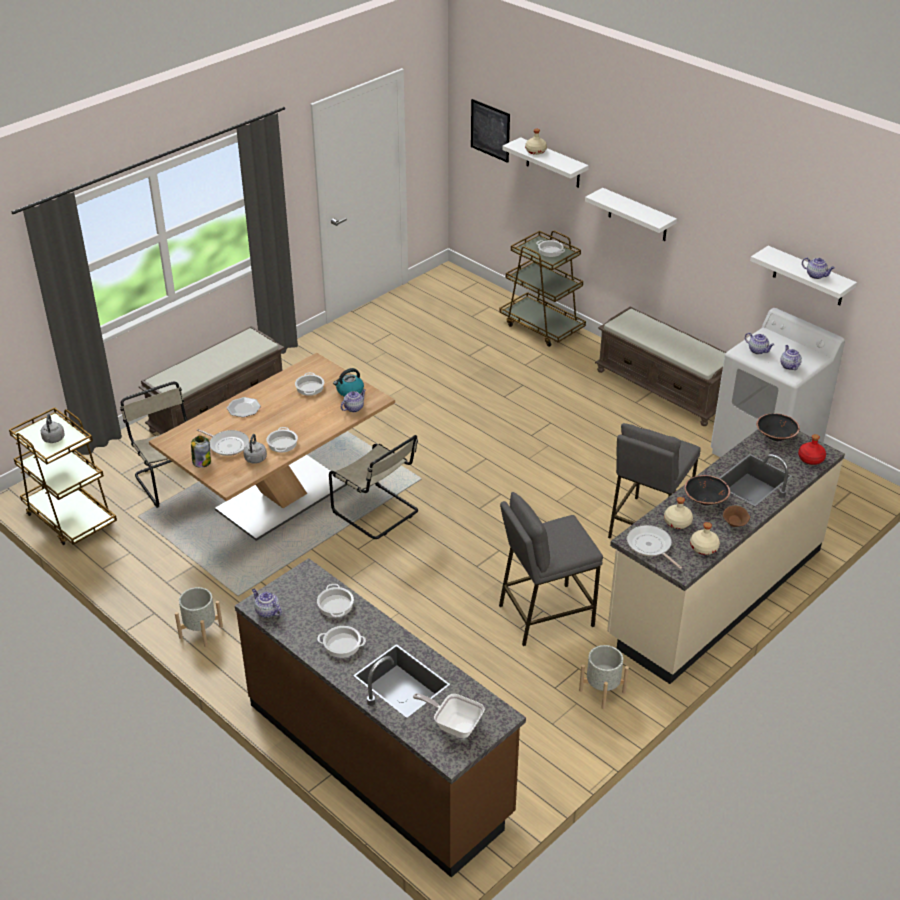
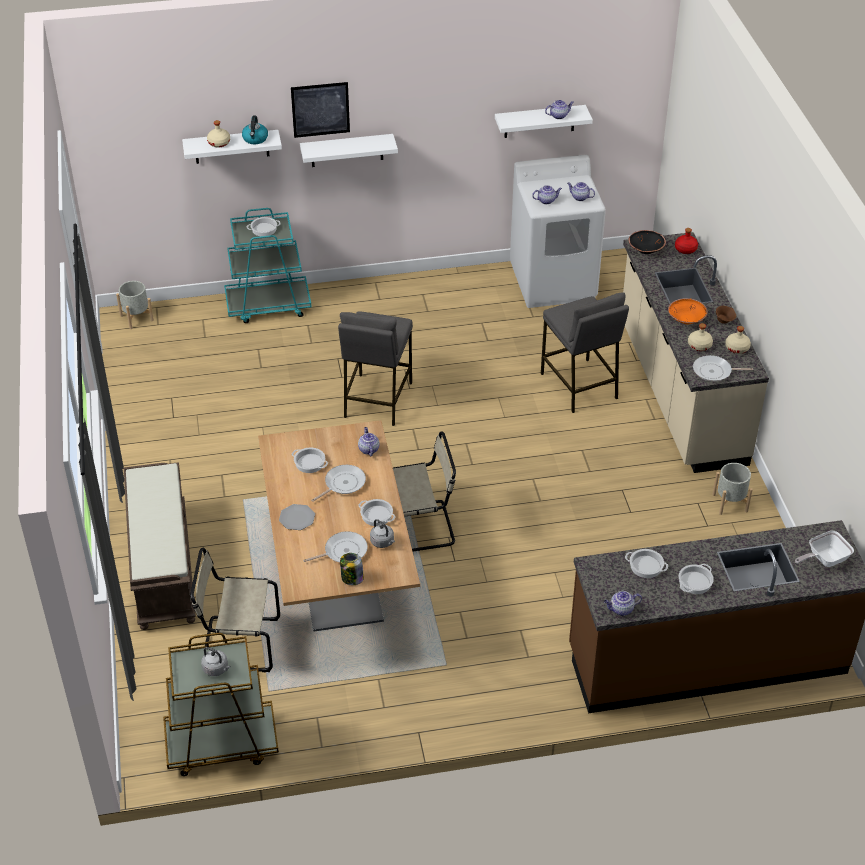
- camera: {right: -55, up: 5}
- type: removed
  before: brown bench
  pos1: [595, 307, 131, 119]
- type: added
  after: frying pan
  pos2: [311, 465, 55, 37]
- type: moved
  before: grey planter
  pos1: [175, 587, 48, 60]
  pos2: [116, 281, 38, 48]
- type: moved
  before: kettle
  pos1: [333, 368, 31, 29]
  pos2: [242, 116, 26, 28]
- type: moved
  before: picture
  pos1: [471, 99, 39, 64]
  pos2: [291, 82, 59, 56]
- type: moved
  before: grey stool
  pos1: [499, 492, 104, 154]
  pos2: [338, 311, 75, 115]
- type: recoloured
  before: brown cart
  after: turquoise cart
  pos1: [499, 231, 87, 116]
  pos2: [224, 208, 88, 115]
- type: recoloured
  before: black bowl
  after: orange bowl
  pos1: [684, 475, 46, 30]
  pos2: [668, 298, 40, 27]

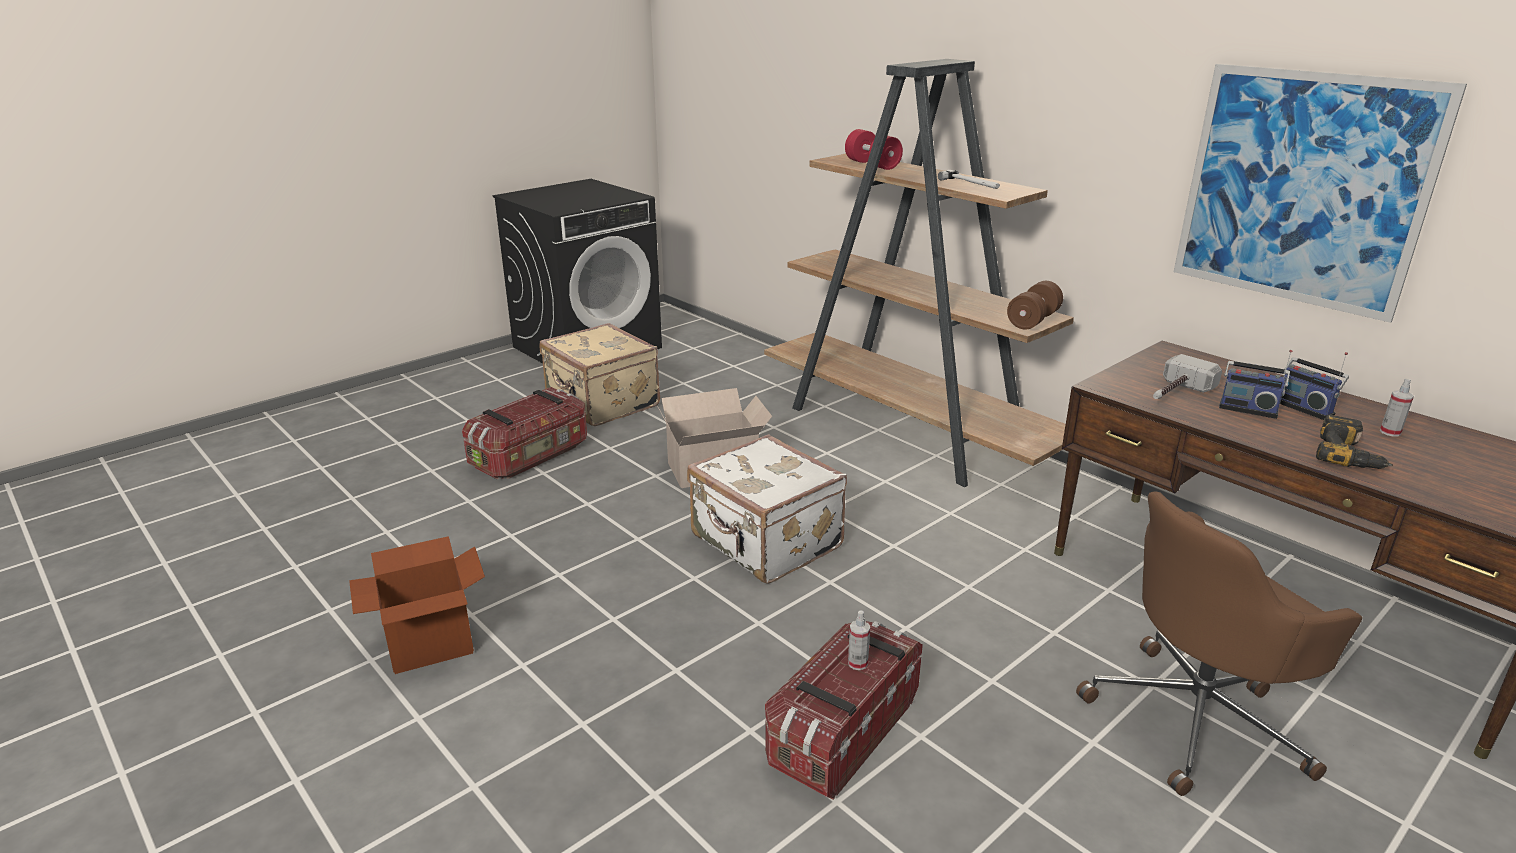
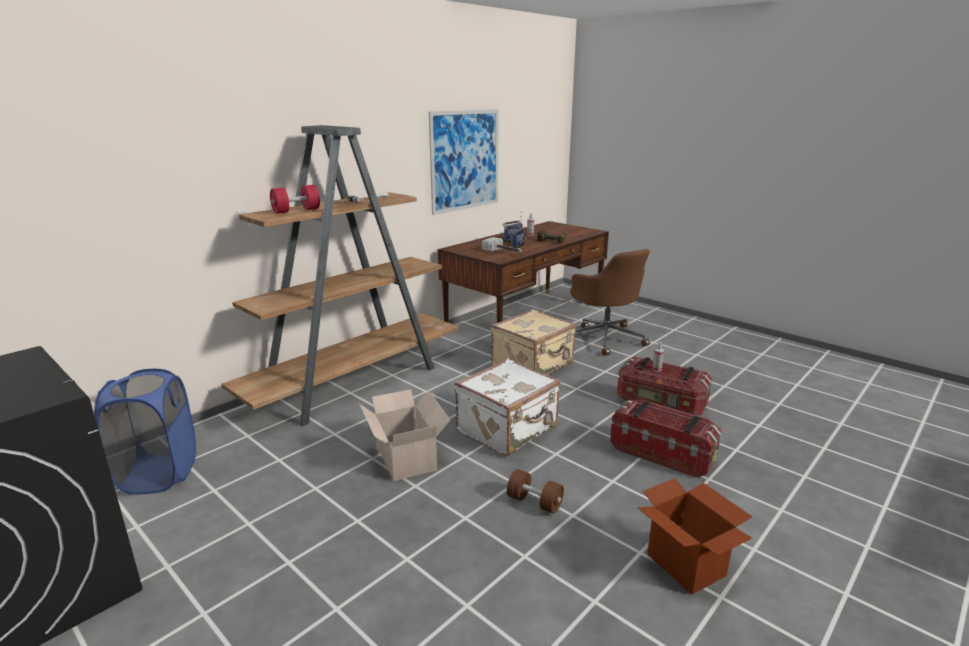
- camera: {right: -95, up: -5}
- type: added
  after: blue laundry basket
  pos2: [94, 369, 102, 125]
- type: moved
  before: storage box
  pos1: [462, 387, 125, 92]
  pos2: [610, 400, 112, 78]
- type: moved
  before: beige suitcase
  pos1: [539, 323, 121, 103]
  pos2: [491, 309, 85, 66]
- type: moved
  before: brown dumbbell
  pos1: [1007, 281, 56, 49]
  pos2: [507, 469, 57, 45]

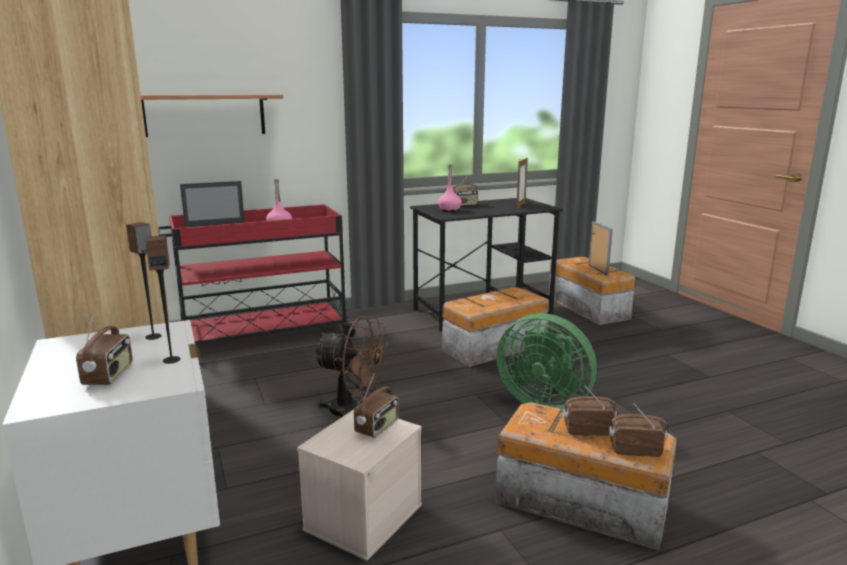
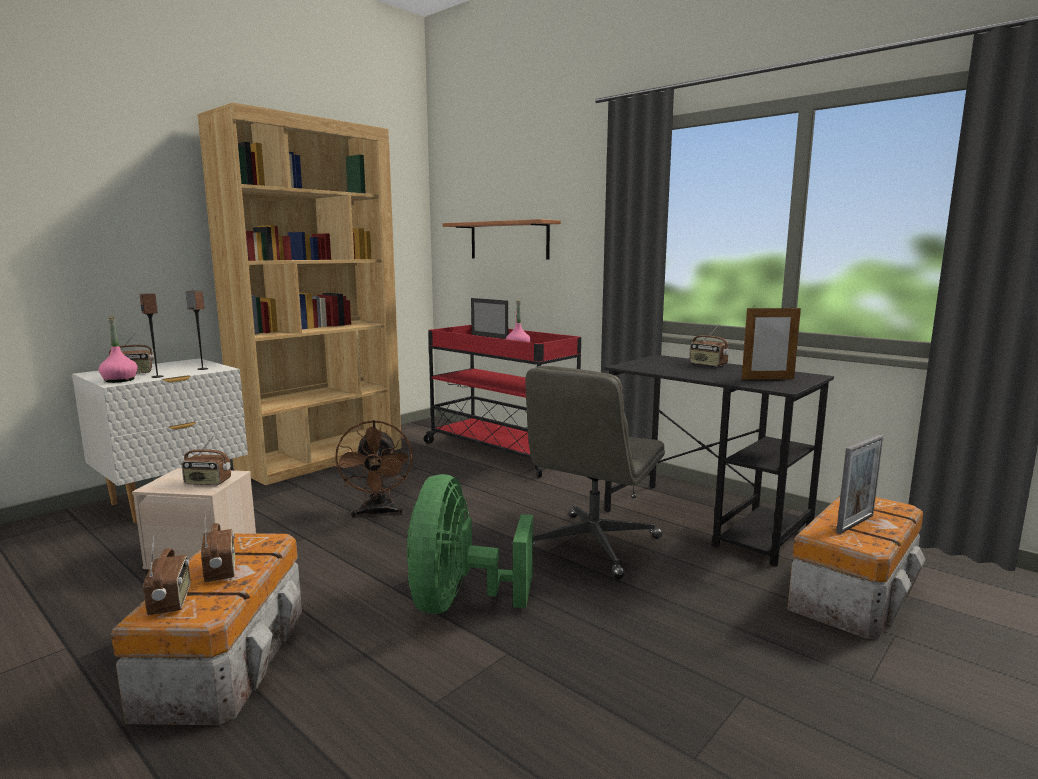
- camera: {right: 65, up: -5}
- type: moved
  before: pink bottle
  pos1: [438, 164, 24, 48]
  pos2: [99, 317, 39, 66]
- type: replaced
  before: storage box
  after: grey office chair
  pos1: [442, 287, 107, 80]
  pos2: [525, 366, 140, 213]

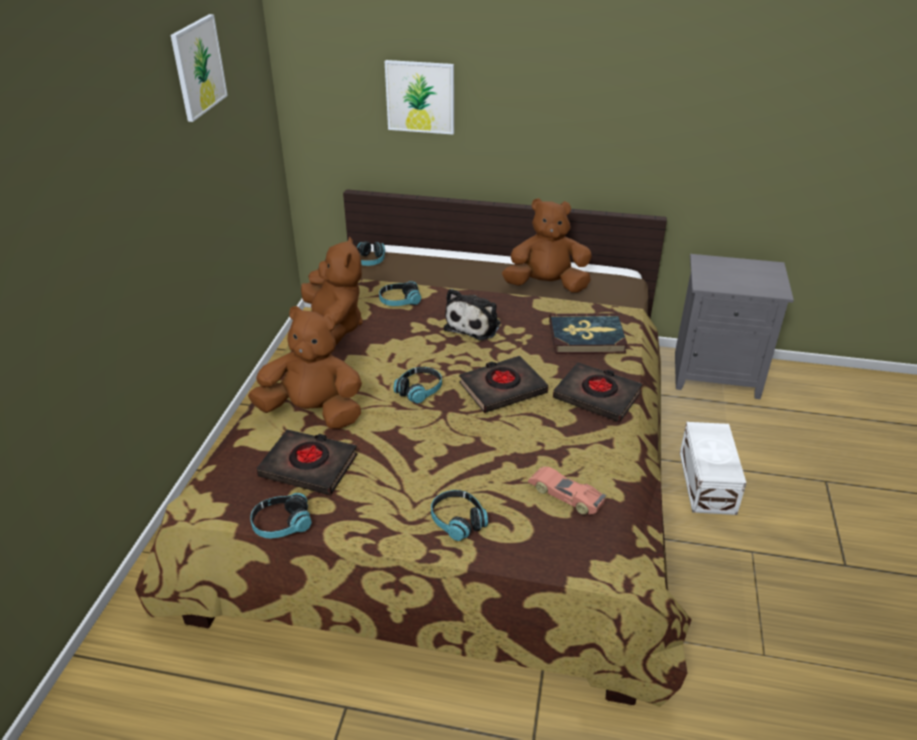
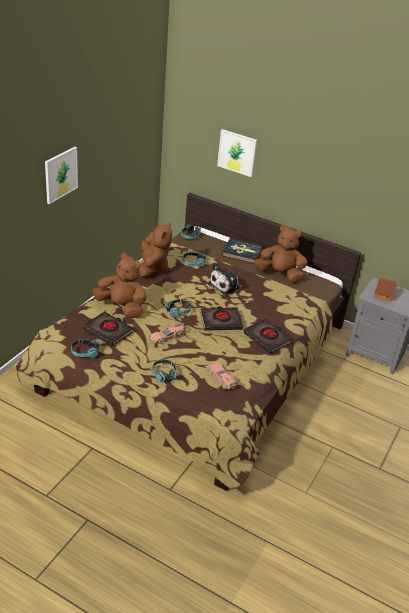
- camera: {right: 15, up: 0}
- type: removed
  before: white storage box
  pos1: [680, 422, 66, 93]
- type: added
  after: toy car
  pos2: [149, 323, 36, 22]
- type: added
  after: toy house
  pos2: [374, 277, 23, 25]
- type: moved
  before: picture
  pos1: [171, 14, 57, 108]
  pos2: [45, 147, 33, 57]
- type: moved
  before: book
  pos1: [549, 313, 79, 41]
  pos2: [222, 238, 41, 26]

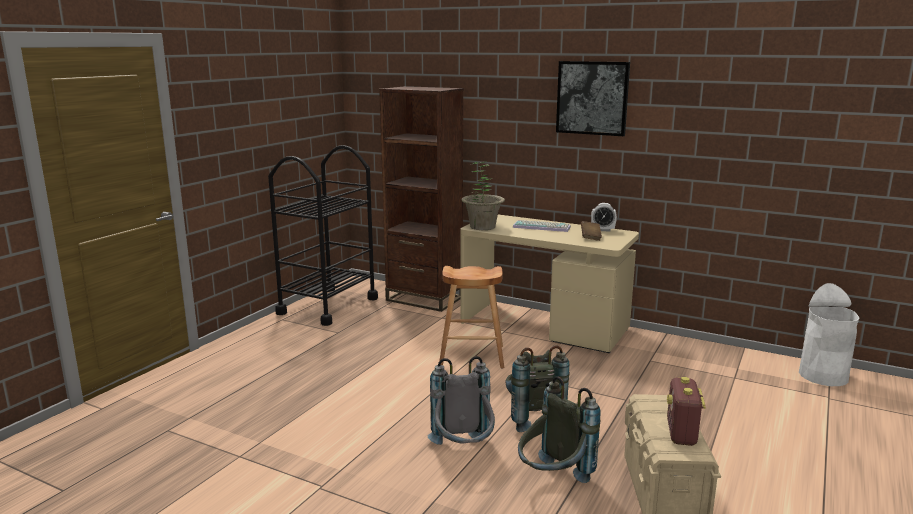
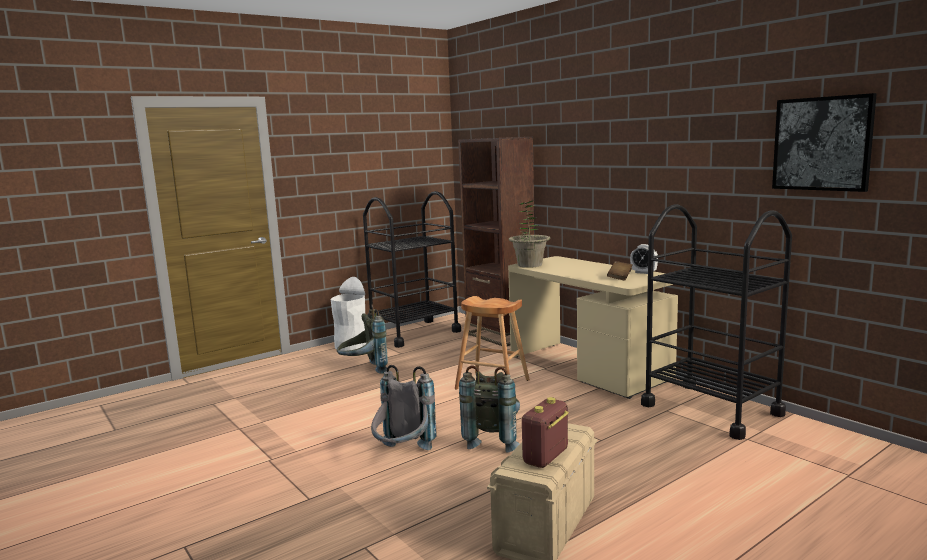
- camera: {right: 25, up: -5}
- type: removed
  before: keyboard
  pos1: [513, 220, 58, 12]
- type: added
  after: black cart
  pos2: [641, 204, 151, 236]
- type: moved
  before: grey backpack
  pos1: [518, 376, 83, 107]
  pos2: [337, 305, 51, 69]
- type: moved
  before: picture
  pos1: [556, 61, 74, 75]
  pos2: [772, 93, 105, 99]
- type: moved
  before: white trash can
  pos1: [799, 283, 60, 103]
  pos2: [331, 277, 35, 74]

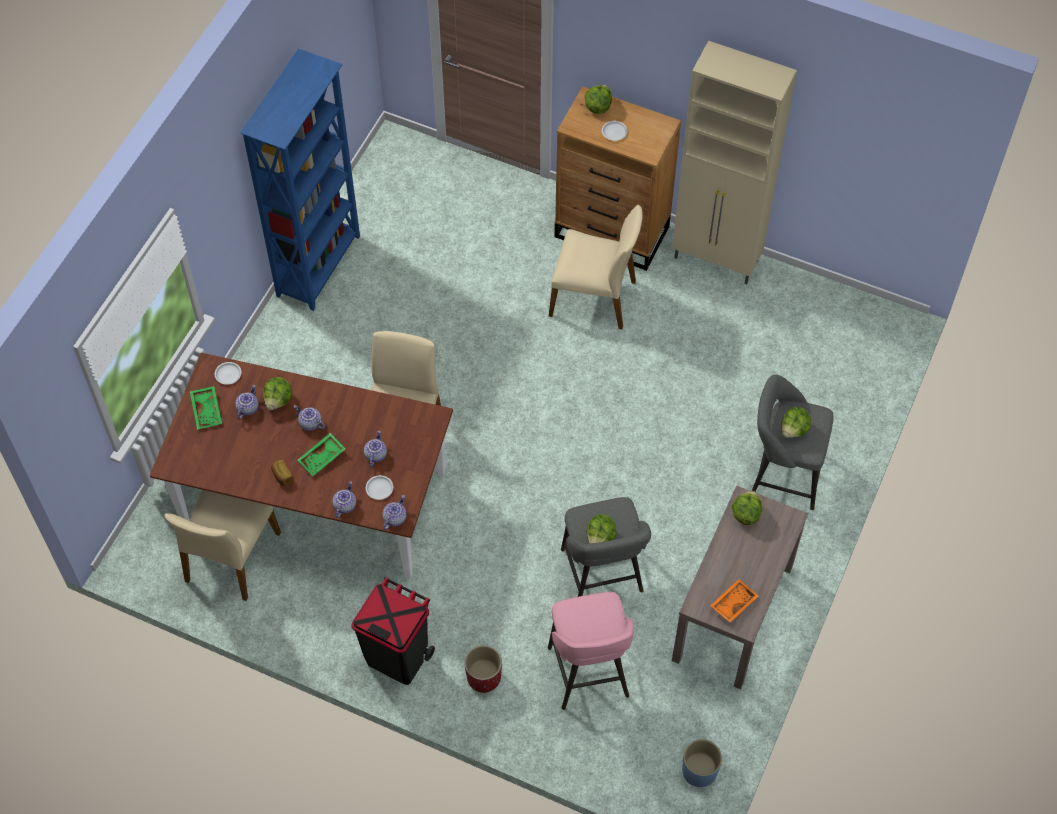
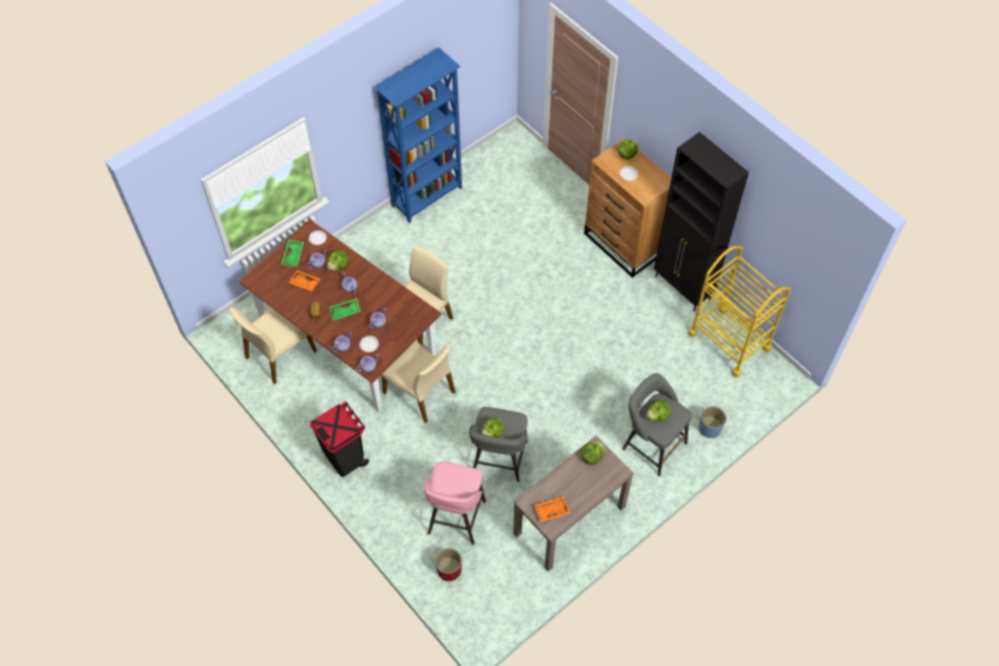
- camera: {right: 25, up: 0}
- type: added
  after: orange tray
  pos2: [288, 270, 32, 21]
- type: added
  after: yellow cart
  pos2: [688, 246, 103, 132]
- type: moved
  before: red planter
  pos1: [464, 645, 38, 48]
  pos2: [435, 548, 27, 33]
- type: moved
  before: beige chair
  pos1: [549, 205, 94, 124]
  pos2: [381, 341, 75, 82]
- type: moved
  before: blue planter
  pos1: [682, 739, 40, 48]
  pos2: [699, 406, 27, 32]
- type: recoloured
  before: beige cabinet
  after: black cabinet
  pos1: [672, 41, 125, 243]
  pos2: [654, 132, 95, 180]

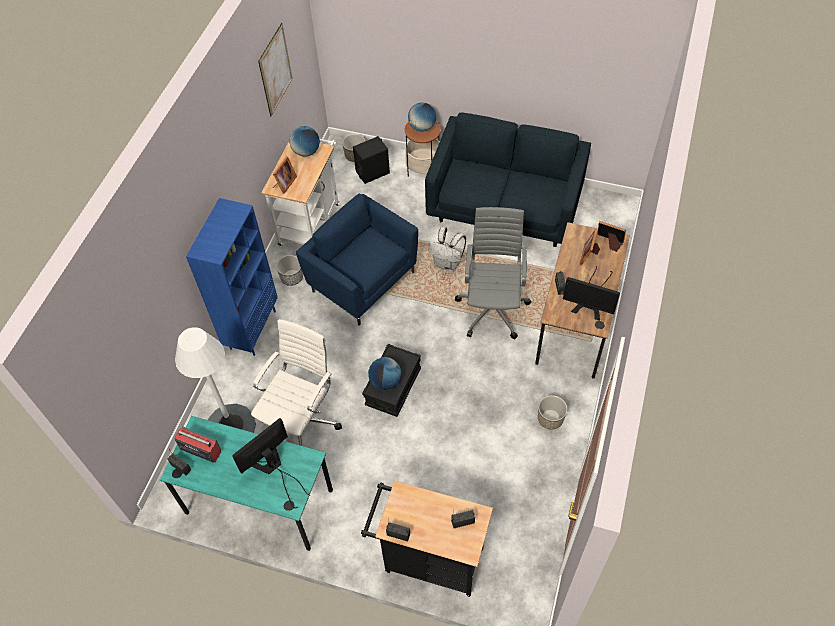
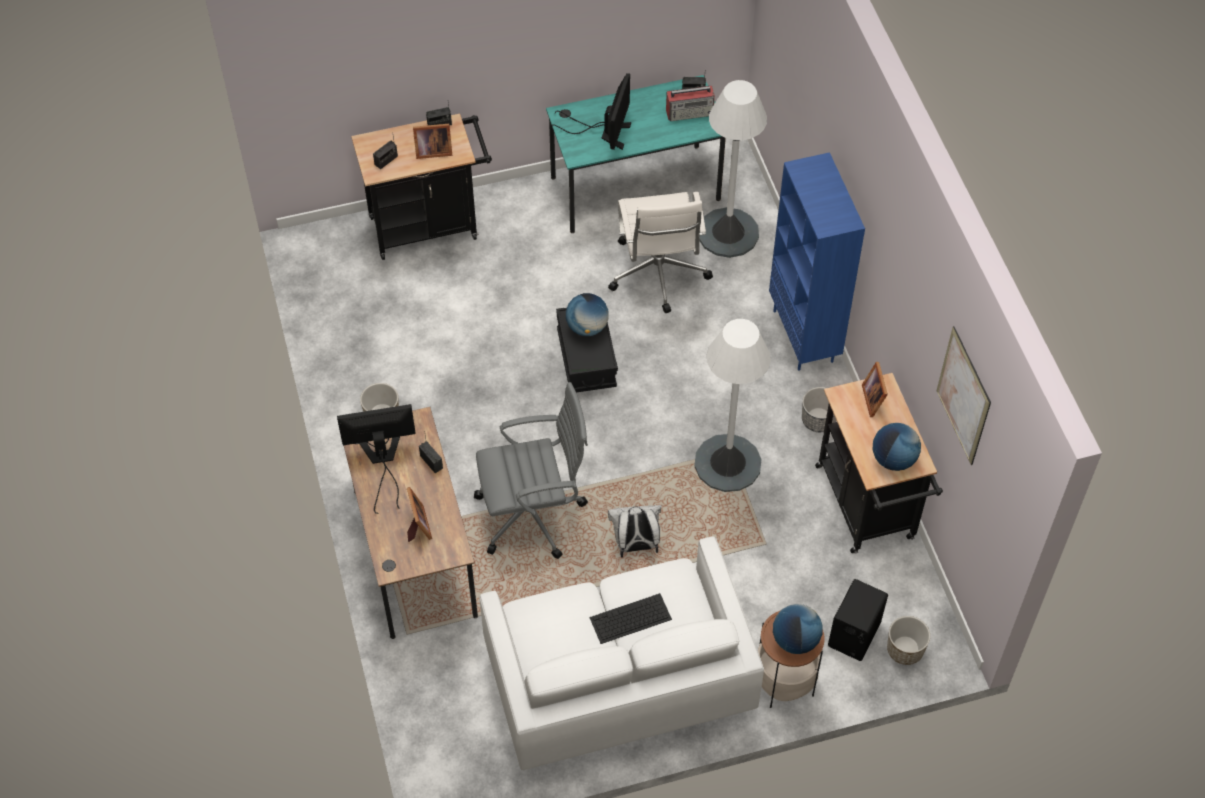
- camera: {right: 145, up: 0}
- type: added
  after: keyboard
  pos2: [589, 593, 83, 51]
- type: moved
  before: picture frame
  pos1: [597, 221, 29, 31]
  pos2: [413, 124, 40, 35]
- type: replaced
  before: blue armchair
  after: white floor lamp
  pos1: [296, 193, 122, 133]
  pos2: [694, 319, 77, 173]
- type: recoloured
  before: white cart
  after: black cart
  pos1: [262, 139, 78, 108]
  pos2: [815, 373, 128, 181]
- type: recoloured
  before: blue sofa
  after: white sofa
  pos1: [425, 113, 166, 134]
  pos2: [479, 536, 285, 234]
- type: turned
  before: grey office chair
  pos1: [455, 207, 77, 132]
  pos2: [474, 382, 114, 177]
  turn: -75

